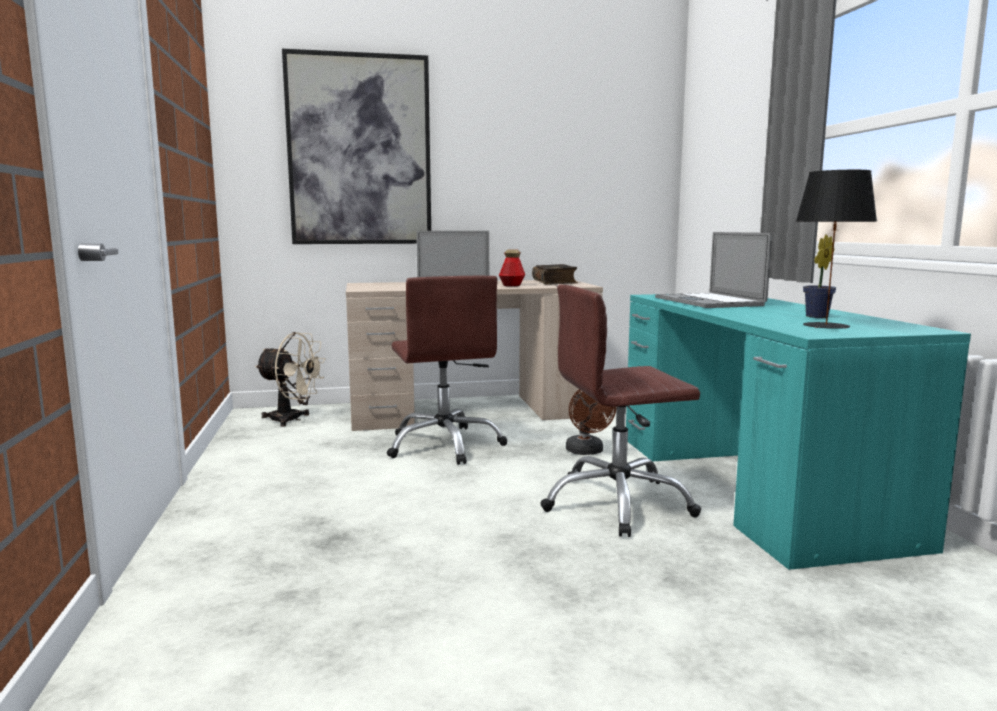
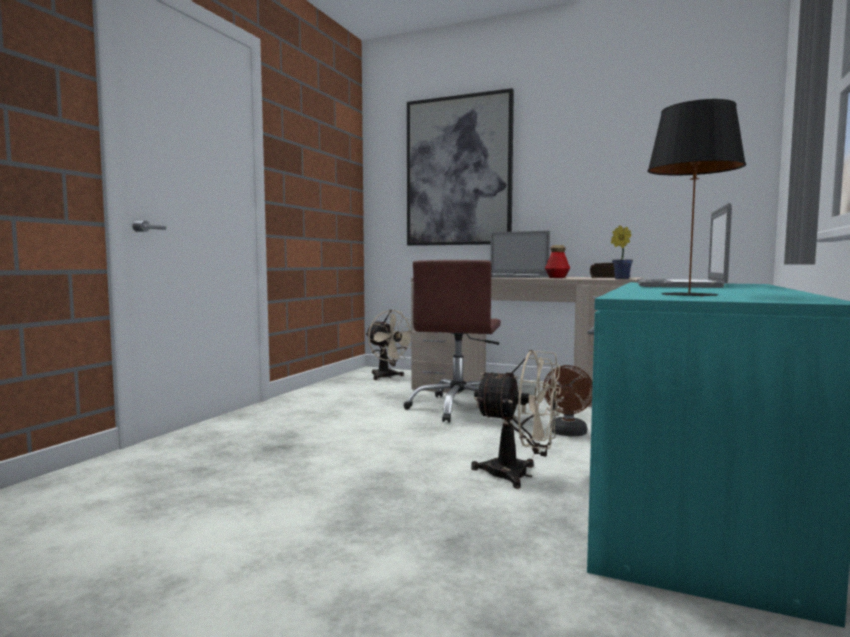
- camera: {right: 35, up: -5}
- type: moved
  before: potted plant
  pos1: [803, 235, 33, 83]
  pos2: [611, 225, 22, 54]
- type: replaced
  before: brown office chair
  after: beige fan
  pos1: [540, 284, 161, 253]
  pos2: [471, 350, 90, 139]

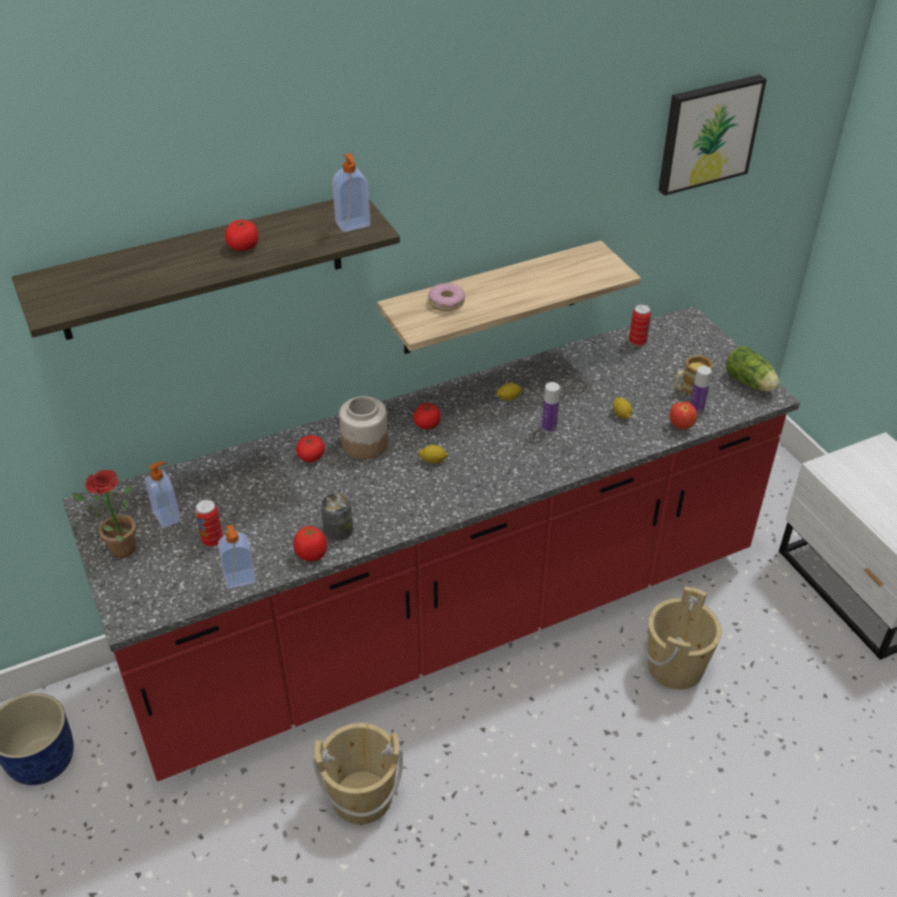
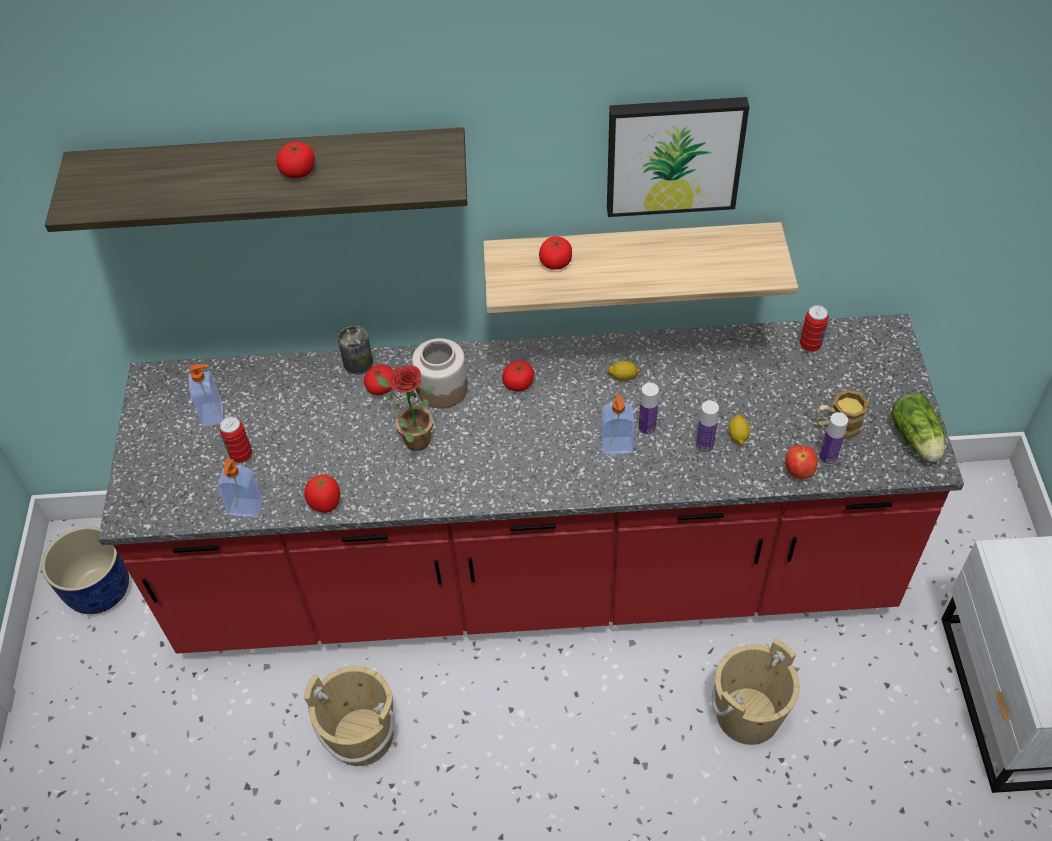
- camera: {right: 25, up: 10}
- type: removed
  before: lemon
  pos1: [418, 445, 31, 18]
- type: added
  after: bottle
  pos2: [696, 401, 23, 52]
- type: moved
  before: potted plant
  pos1: [71, 470, 65, 88]
  pos2: [377, 365, 57, 86]
- type: moved
  before: can
  pos1: [321, 492, 32, 49]
  pos2: [337, 326, 36, 49]
- type: moved
  before: soap dispenser
  pos1: [332, 153, 39, 79]
  pos2: [601, 395, 34, 59]
- type: moved
  before: picture
  pos1: [658, 75, 109, 121]
  pos2: [607, 97, 142, 120]
- type: replaced
  before: donut
  after: tomato
  pos1: [428, 283, 37, 28]
  pos2: [539, 236, 33, 34]

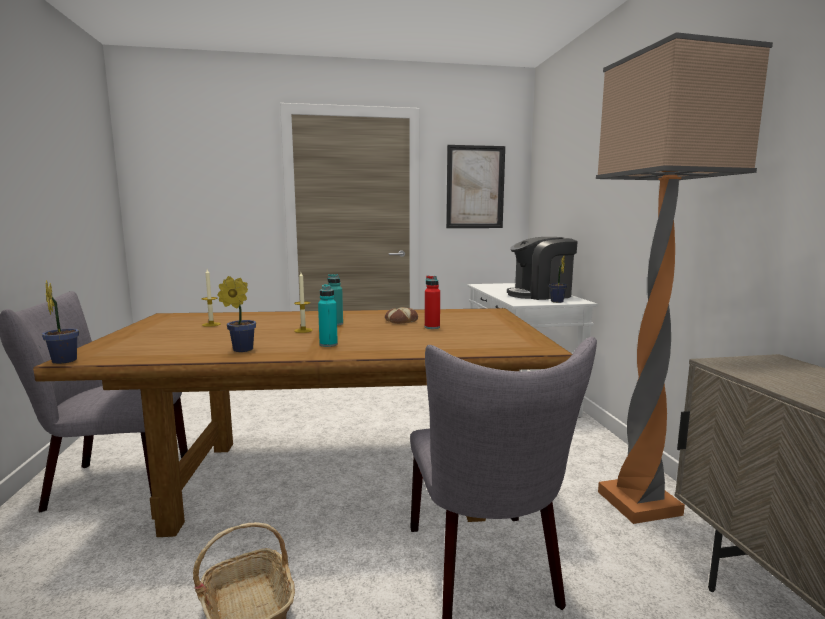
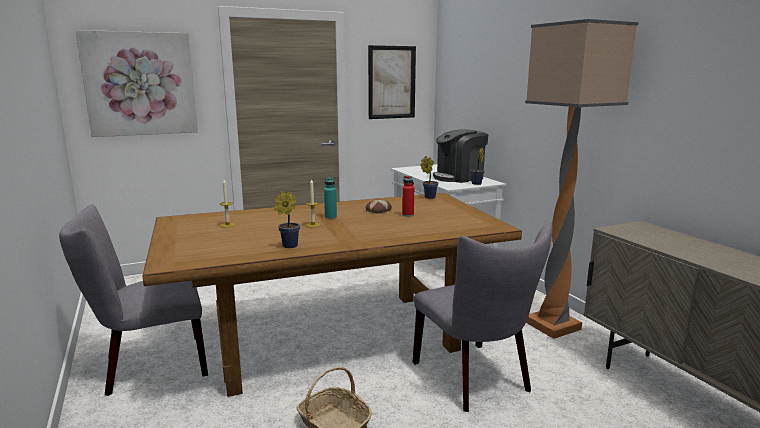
- camera: {right: -15, up: 5}
- type: removed
  before: turquoise bottle
  pos1: [318, 284, 20, 63]
- type: added
  after: picture
  pos2: [75, 30, 123, 107]
- type: moved
  before: potted plant
  pos1: [42, 280, 37, 84]
  pos2: [420, 156, 18, 43]

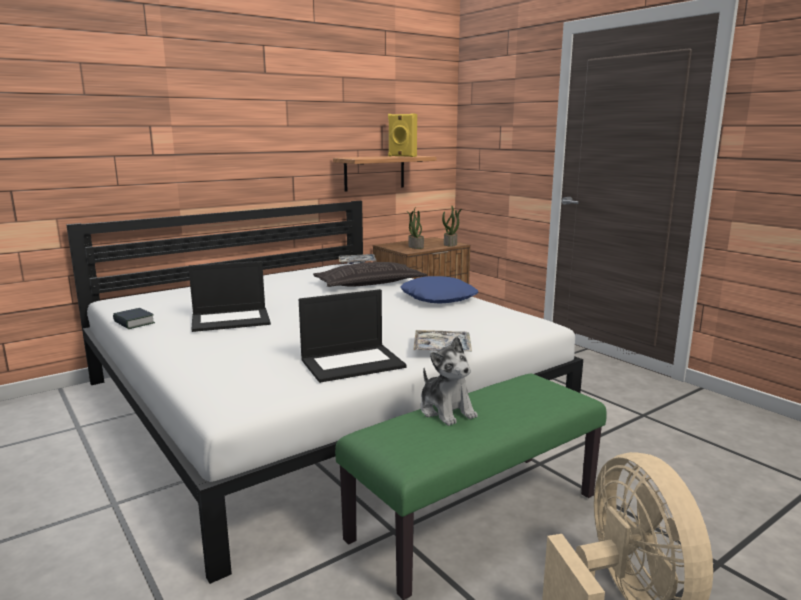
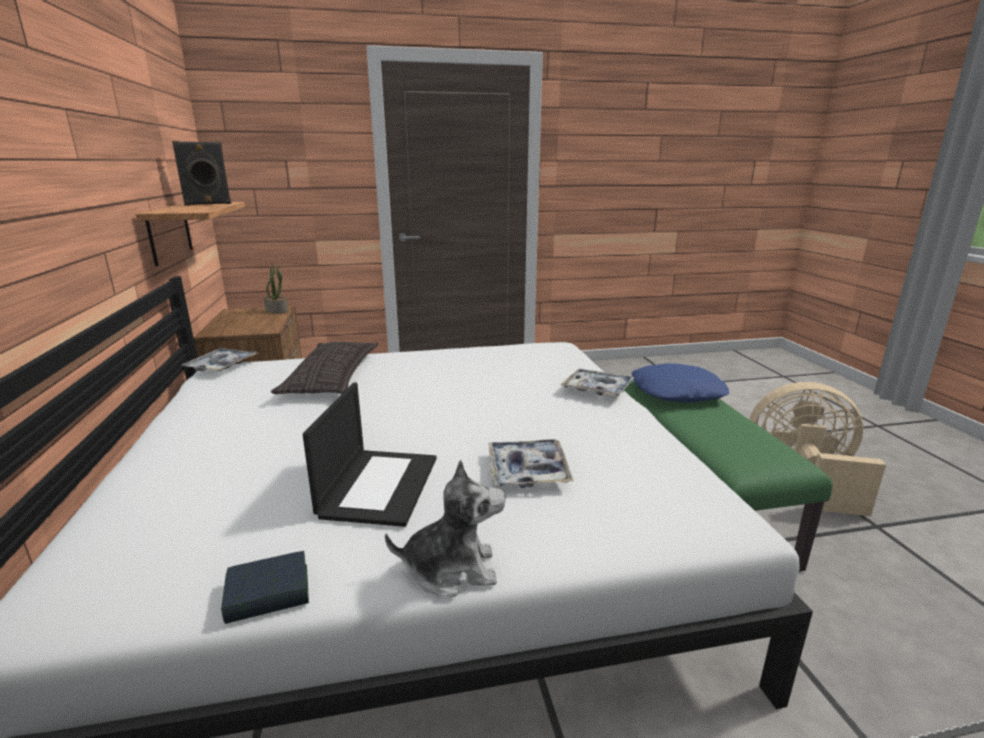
- camera: {right: -65, up: 5}
- type: removed
  before: laptop
  pos1: [299, 289, 108, 94]
- type: removed
  before: potted plant
  pos1: [407, 208, 17, 41]
- type: added
  after: tray
  pos2: [488, 439, 86, 49]
- type: moved
  before: blue pillow
  pos1: [400, 276, 78, 28]
  pos2: [632, 363, 97, 39]
- type: moved
  before: plush toy
  pos1: [420, 337, 58, 89]
  pos2: [385, 460, 121, 137]
- type: recoloured
  before: yellow speaker
  after: black speaker
  pos1: [388, 114, 29, 43]
  pos2: [172, 141, 59, 65]

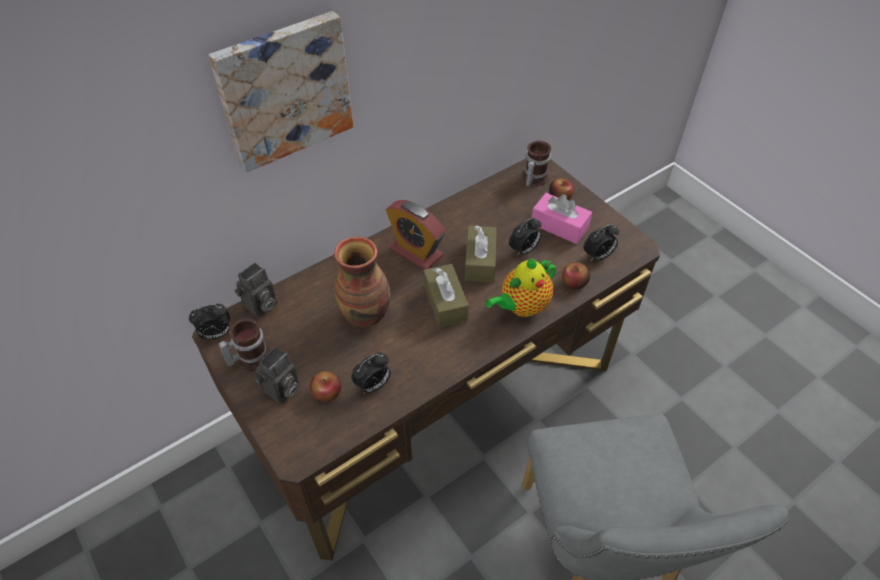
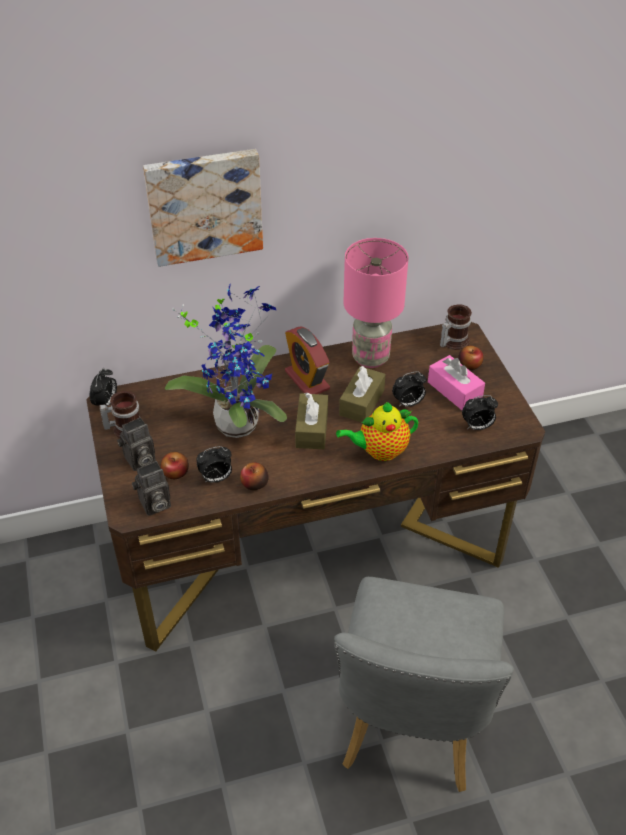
- camera: {right: 20, up: -5}
- type: added
  after: pink table lamp
  pos2: [343, 238, 65, 130]
- type: moved
  before: photo camera
  pos1: [235, 263, 42, 55]
  pos2: [132, 461, 39, 55]
- type: moved
  before: apple
  pos1: [562, 262, 28, 27]
  pos2: [240, 462, 29, 28]
- type: replaced
  before: vase
  after: potted plant
  pos1: [334, 237, 57, 90]
  pos2: [165, 283, 122, 155]
- type: turned
  before: alarm clock
  pos1: [189, 304, 41, 36]
  pos2: [90, 368, 27, 38]
  turn: -75

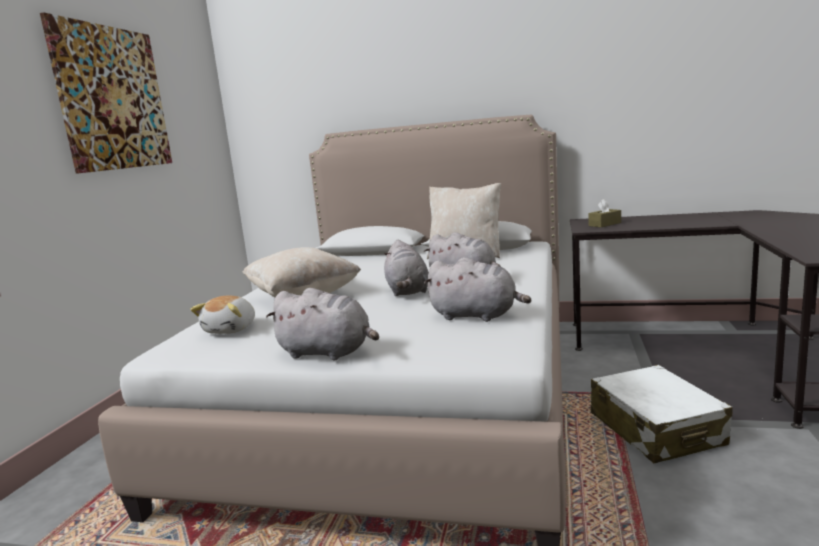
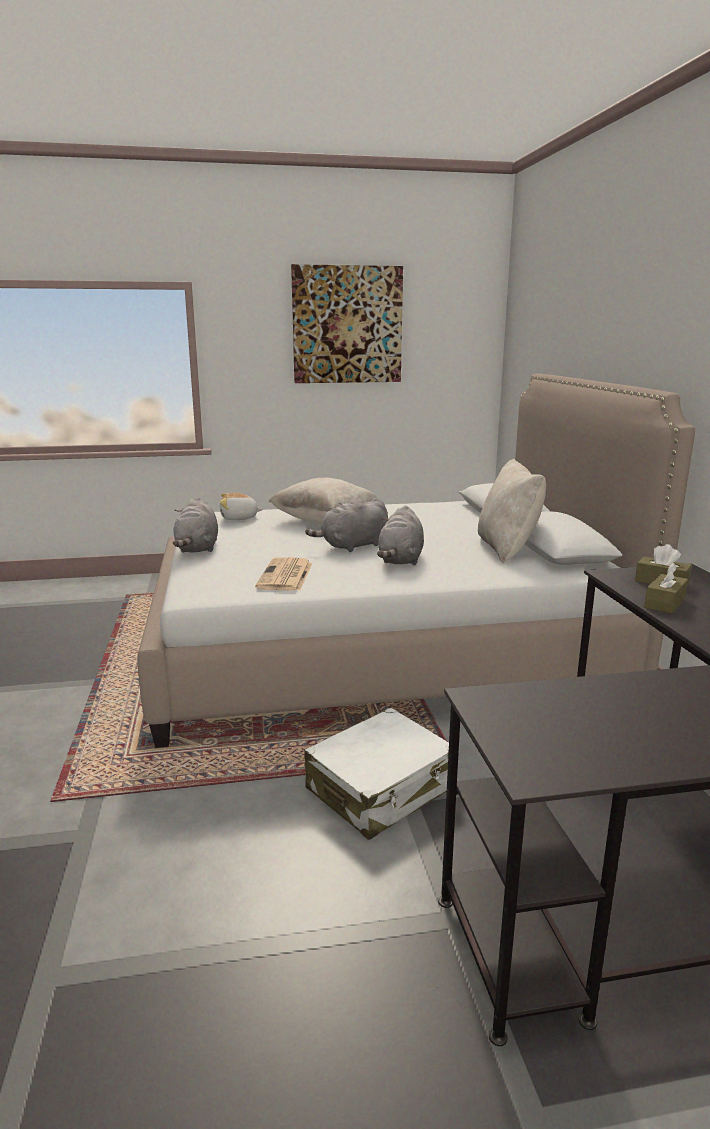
- camera: {right: 65, up: 5}
- type: added
  after: brown tissue box
  pos2: [644, 563, 44, 51]
- type: replaced
  before: grey plush toy
  after: newspaper
  pos1: [424, 257, 107, 65]
  pos2: [255, 557, 57, 34]

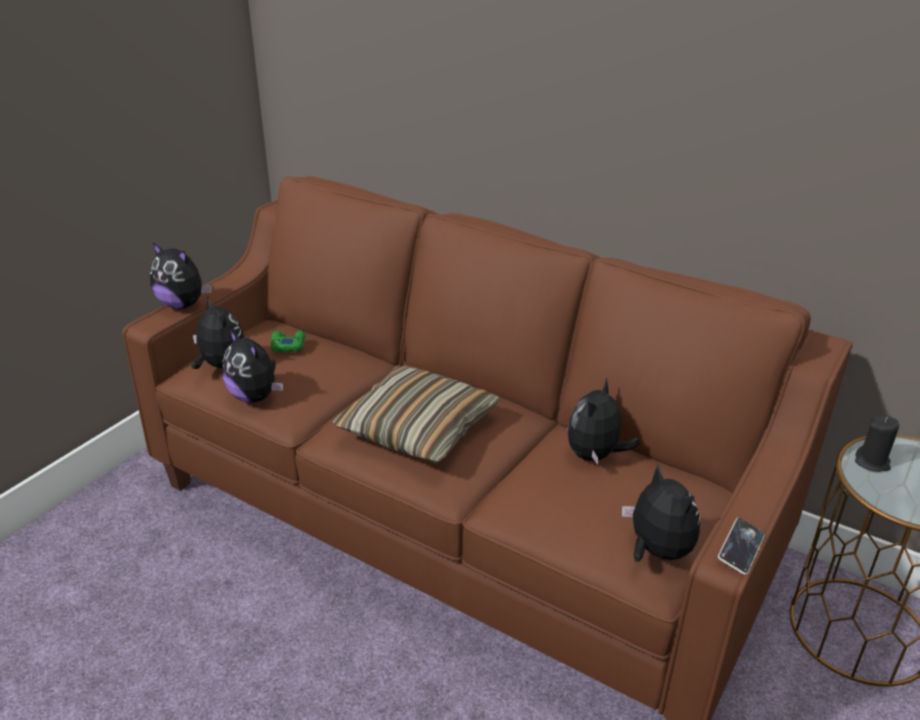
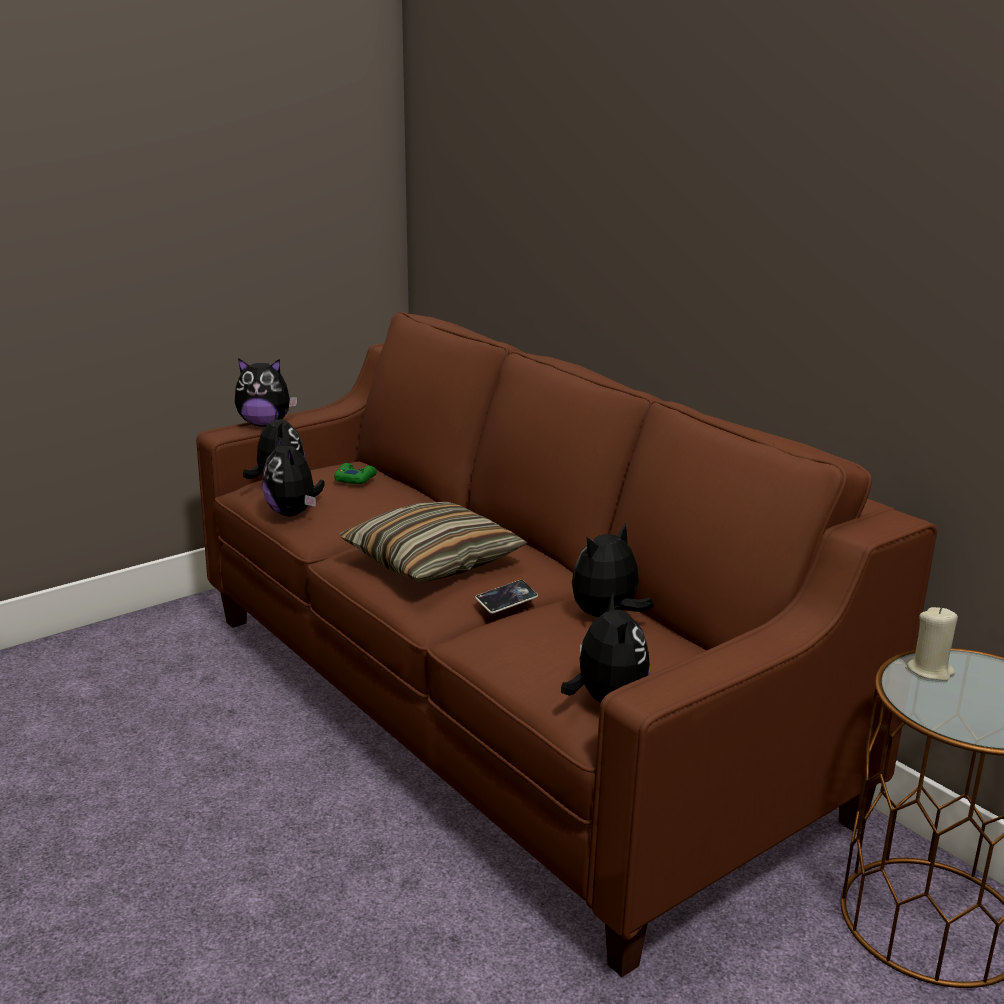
- camera: {right: 20, up: -10}
- type: moved
  before: phone
  pos1: [718, 518, 47, 57]
  pos2: [475, 580, 63, 34]
- type: recoloured
  before: black candle
  after: beige candle
  pos1: [855, 415, 44, 57]
  pos2: [907, 607, 51, 74]
- type: turned
  before: plush toy
  pos1: [150, 242, 62, 67]
  pos2: [235, 358, 63, 69]
  turn: -45

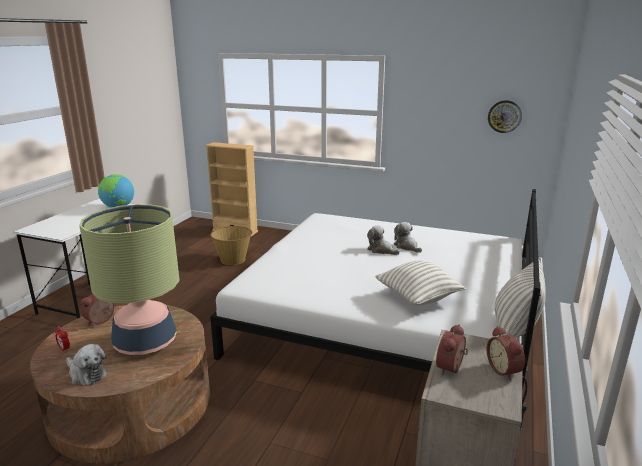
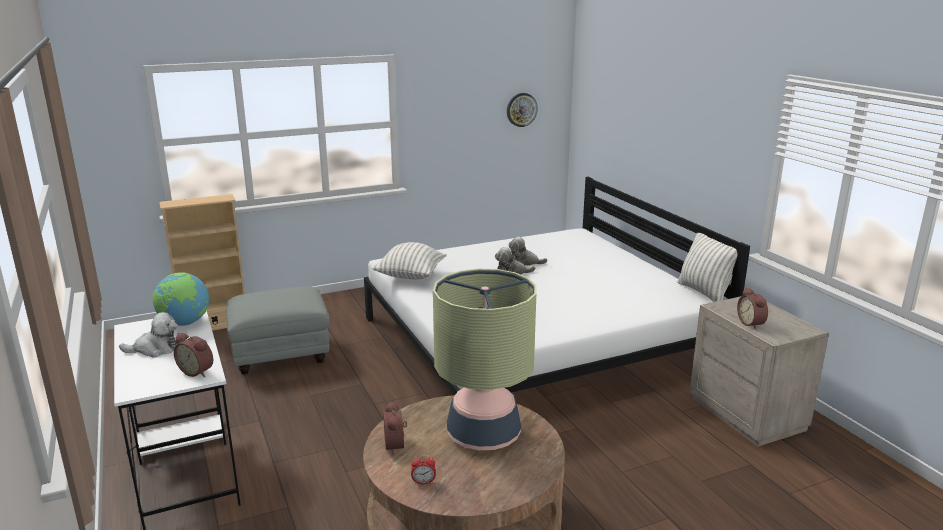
- camera: {right: -45, up: 0}
- type: moved
  before: plush toy
  pos1: [66, 344, 41, 42]
  pos2: [119, 312, 59, 46]
- type: moved
  before: pillow
  pos1: [375, 261, 91, 44]
  pos2: [372, 242, 75, 38]
- type: moved
  before: alarm clock
  pos1: [487, 326, 38, 54]
  pos2: [174, 333, 39, 44]
- type: replaced
  before: basket
  after: grey ottoman
  pos1: [211, 226, 41, 39]
  pos2: [226, 287, 104, 88]

